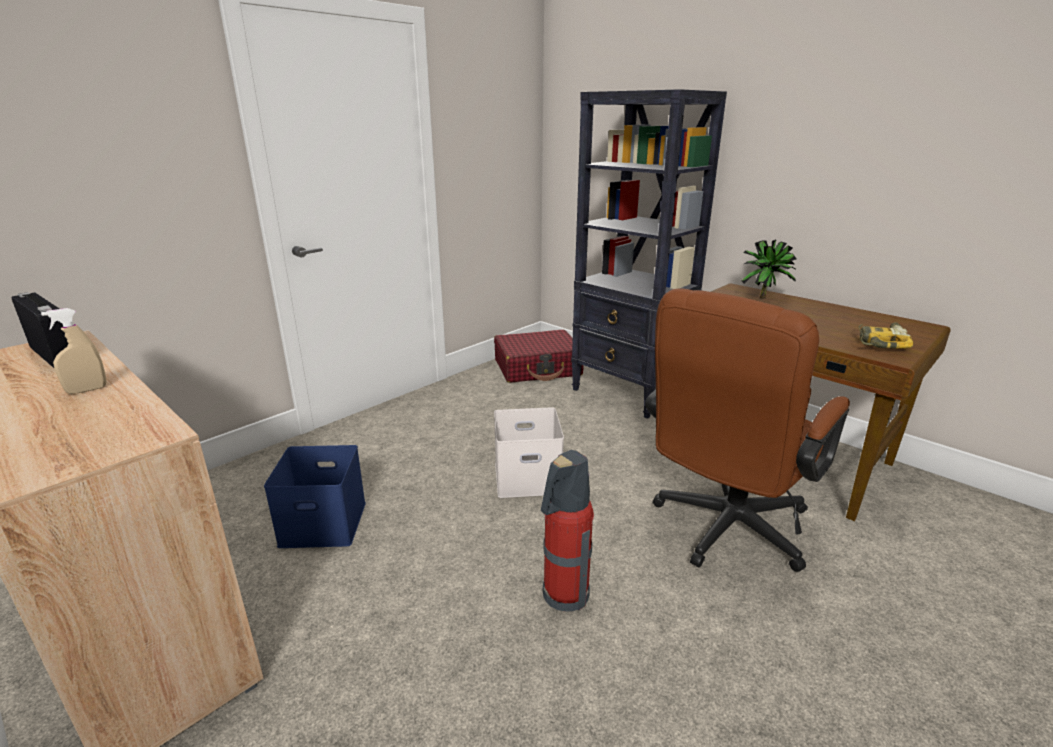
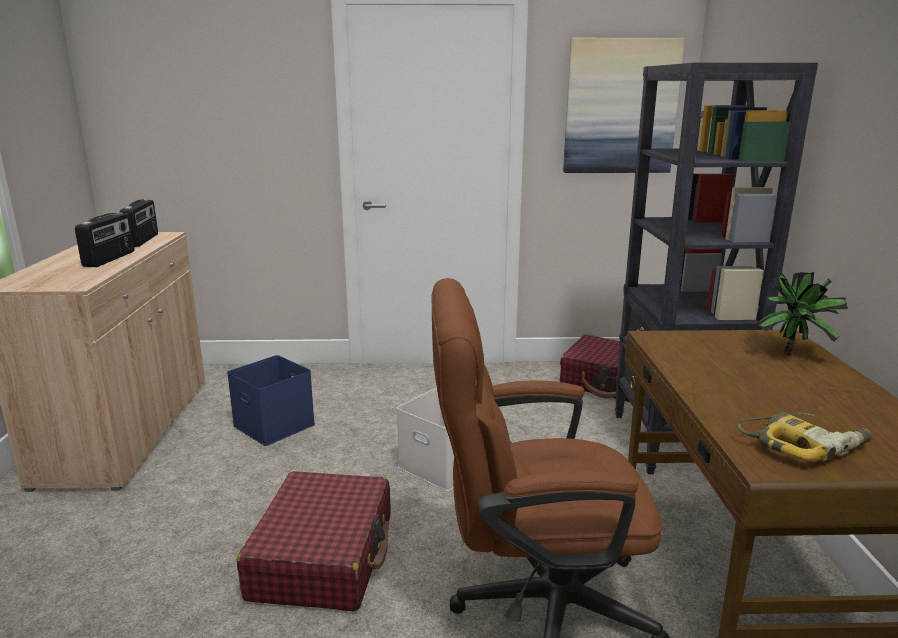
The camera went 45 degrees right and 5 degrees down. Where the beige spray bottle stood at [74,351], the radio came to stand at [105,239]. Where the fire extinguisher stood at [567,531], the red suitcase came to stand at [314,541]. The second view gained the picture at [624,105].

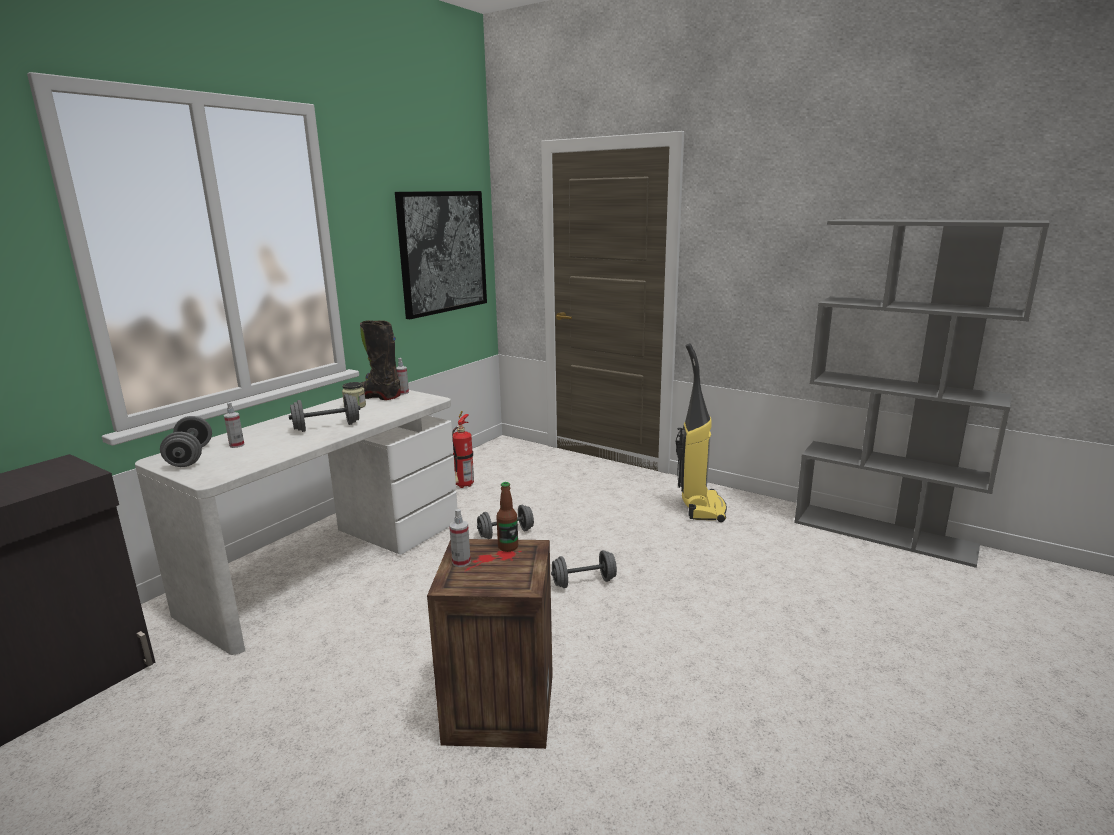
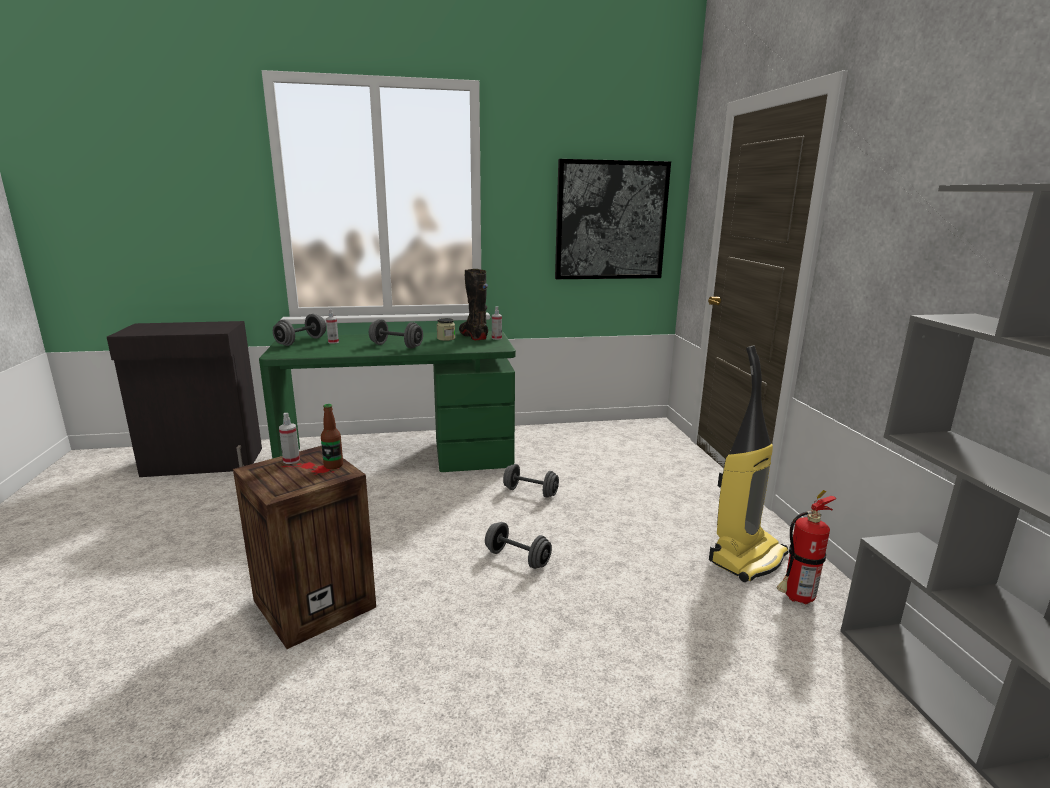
The camera went 45 degrees right and 0 degrees up. What was the white desk at [296,522] turned into the green desk at [387,401]. The fire extinguisher ended up elsewhere, having gone from [463,449] to [806,547].

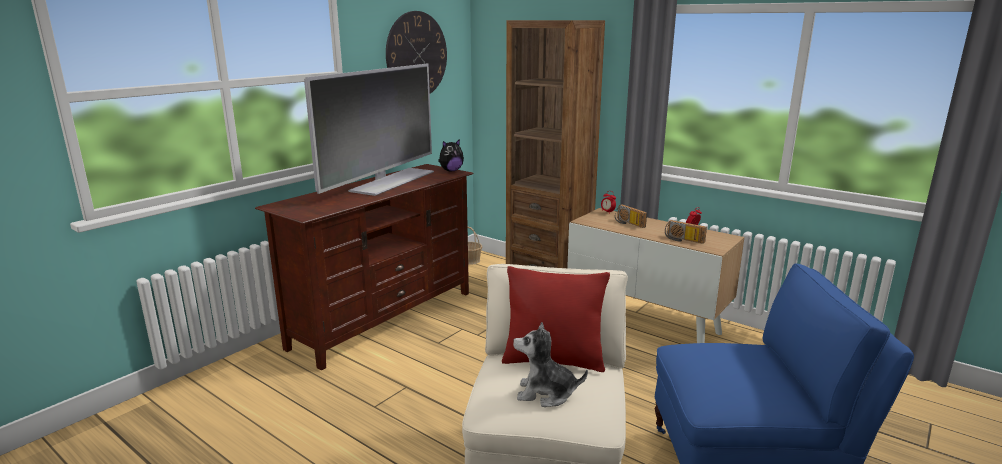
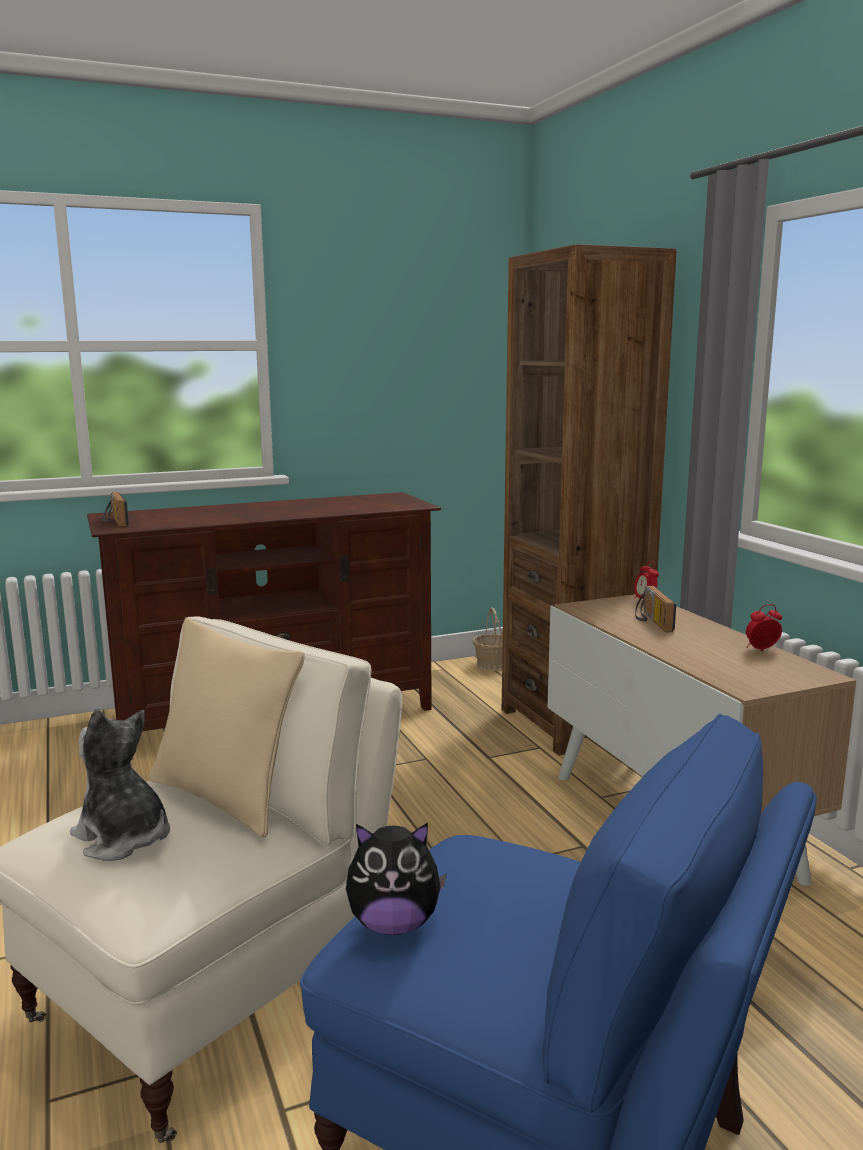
The camera went 30 degrees right and 5 degrees down. The second view lost the television at [369,129]. The second view lost the wall clock at [416,52]. The plush toy ended up elsewhere, having gone from [451,155] to [396,879]. What was the red pillow at [556,319] turned into the beige pillow at [227,727]. The radio ended up elsewhere, having gone from [686,232] to [115,509].

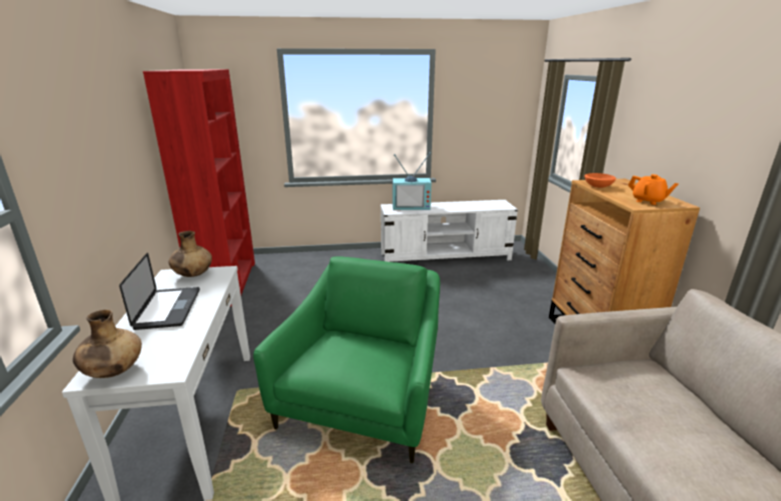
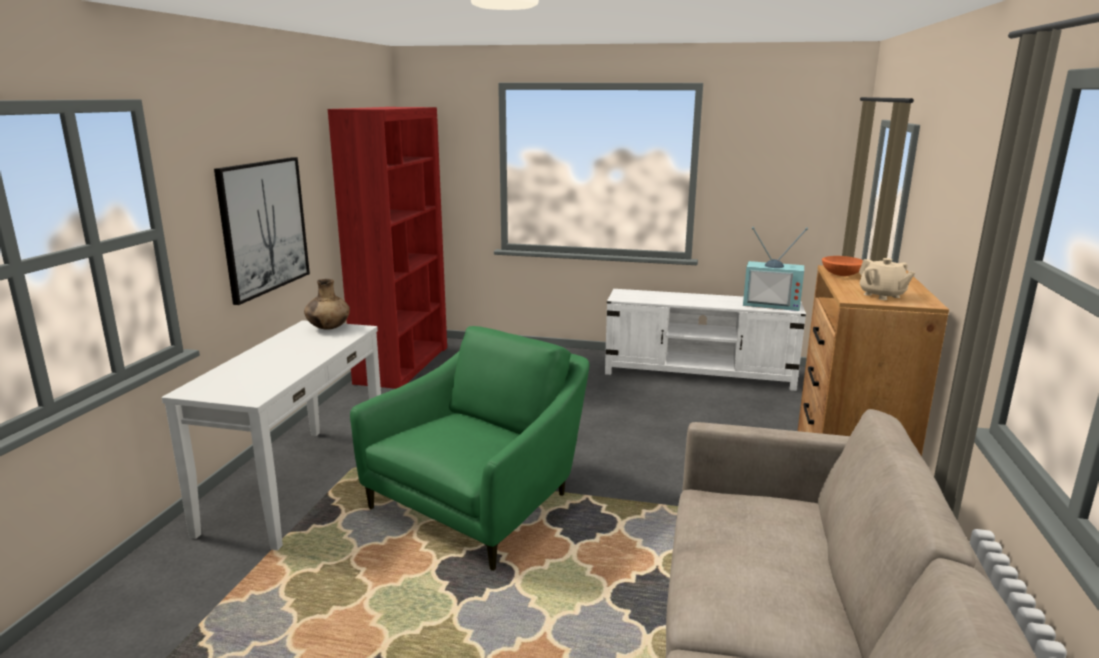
The camera went 20 degrees right and 5 degrees down. The second view lost the brown vase at [107,344]. The second view lost the laptop at [159,291]. The television ended up elsewhere, having gone from [412,181] to [775,269]. What was the orange teapot at [653,189] turned into the beige teapot at [887,279]. The second view gained the picture at [262,231].

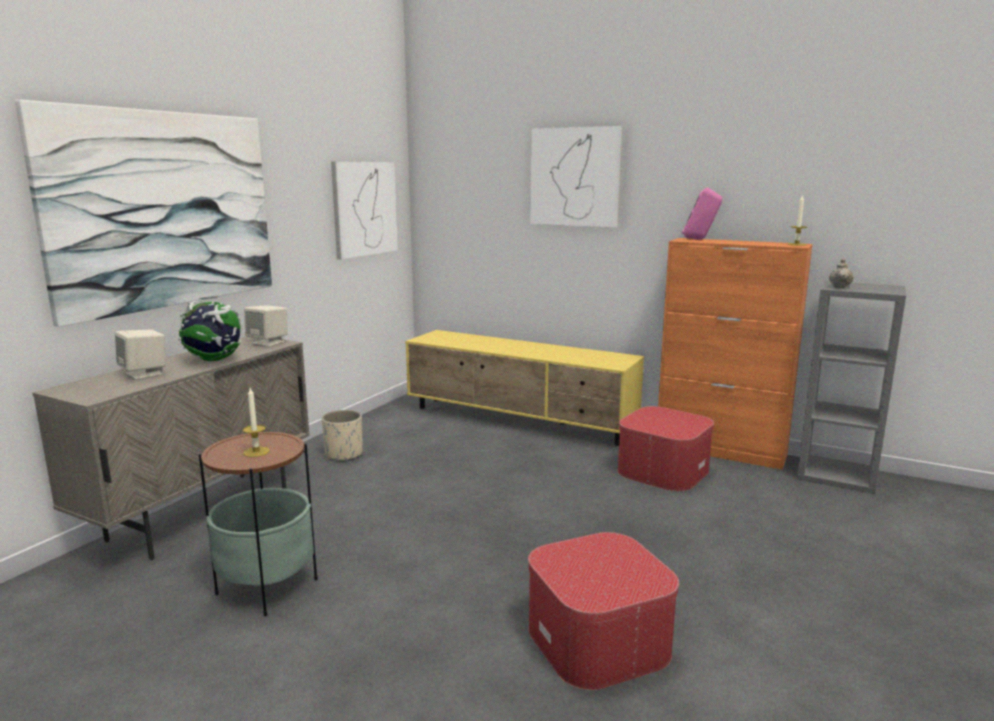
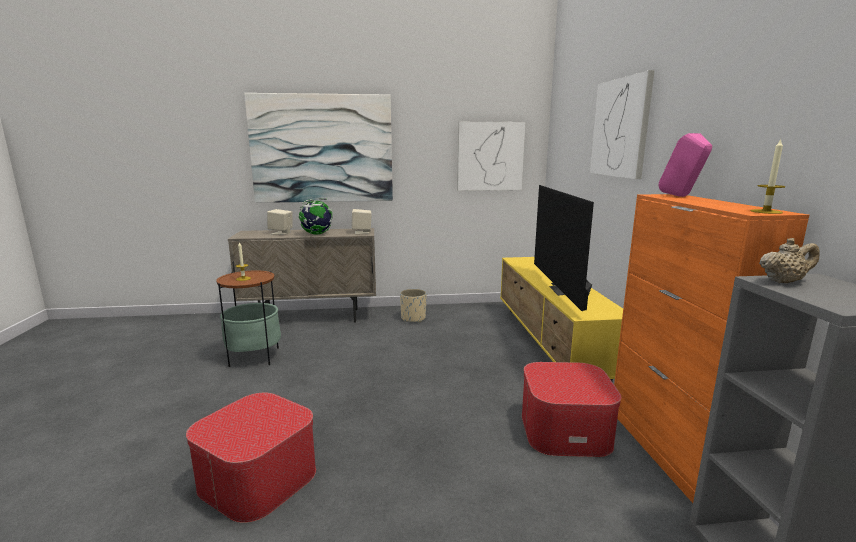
The camera went 55 degrees right and 0 degrees up. The second view gained the television at [564,248].

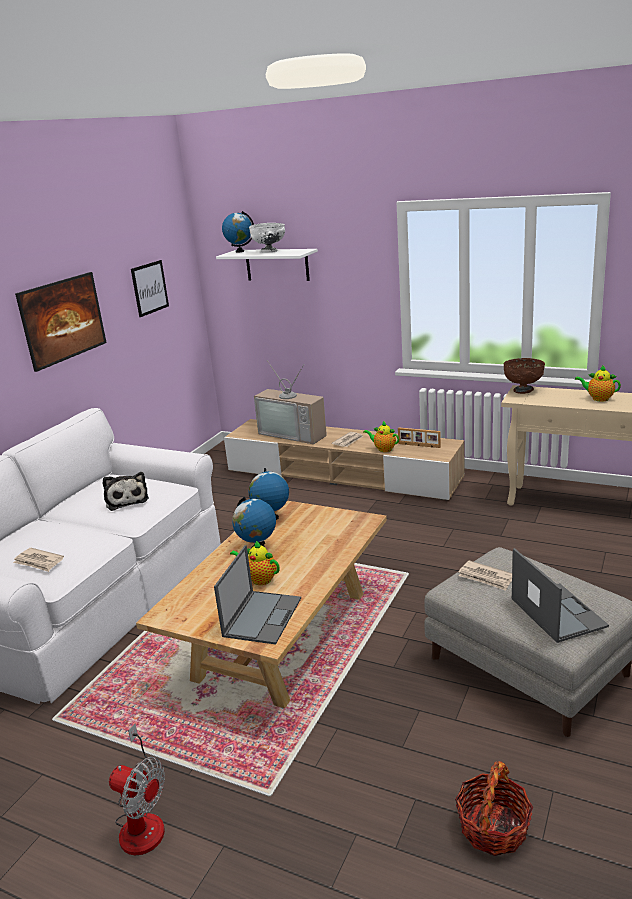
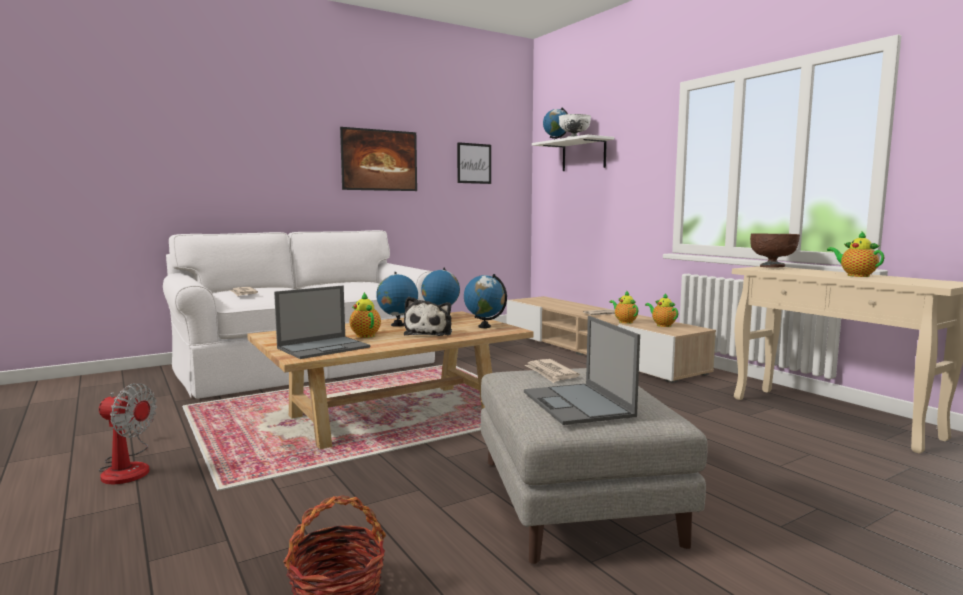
The camera went 30 degrees right and 15 degrees down. The plush toy ended up elsewhere, having gone from [126,491] to [428,316]. The fan at [137,789] ended up facing another way, 45 degrees counterclockwise from before. The second view lost the television at [290,402]. Where the picture frame stood at [419,437], the teapot came to stand at [661,310]. The laptop at [560,595] ended up facing another way, 150 degrees clockwise from before. The second view gained the globe at [485,301].

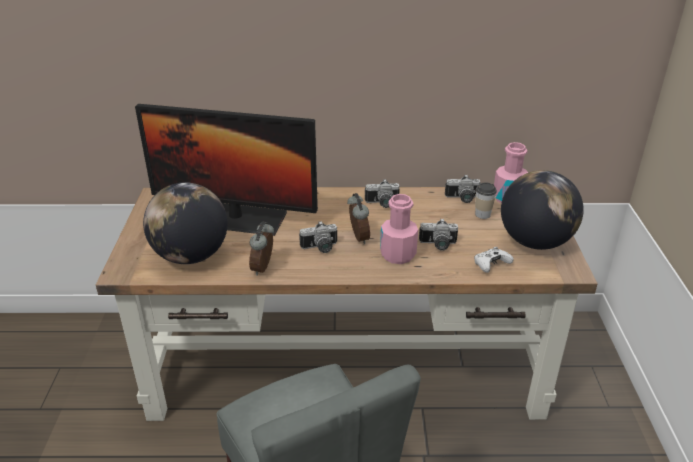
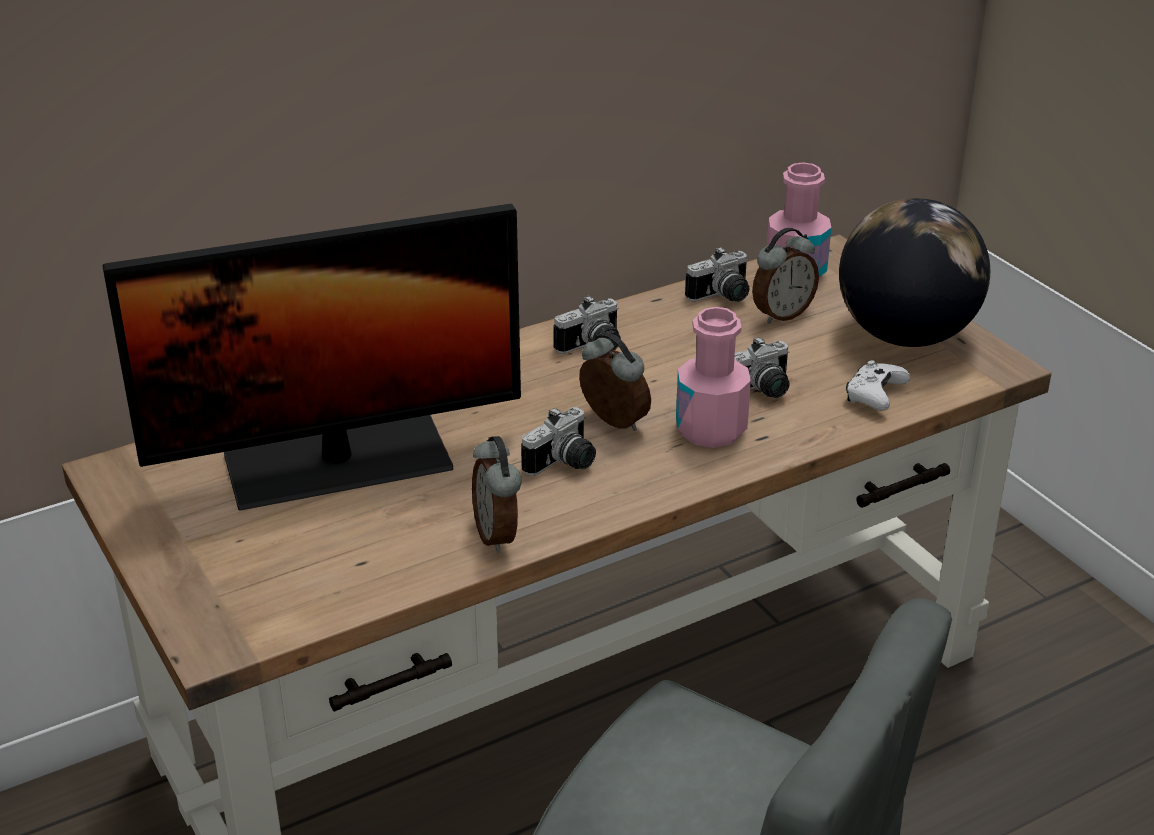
The camera went 30 degrees left and 0 degrees up. The second view lost the globe at [185,223]. Where the cup stood at [486,200], the alarm clock came to stand at [785,275].

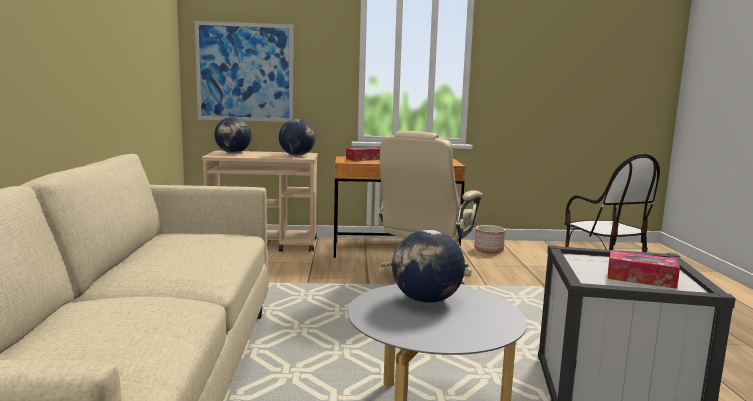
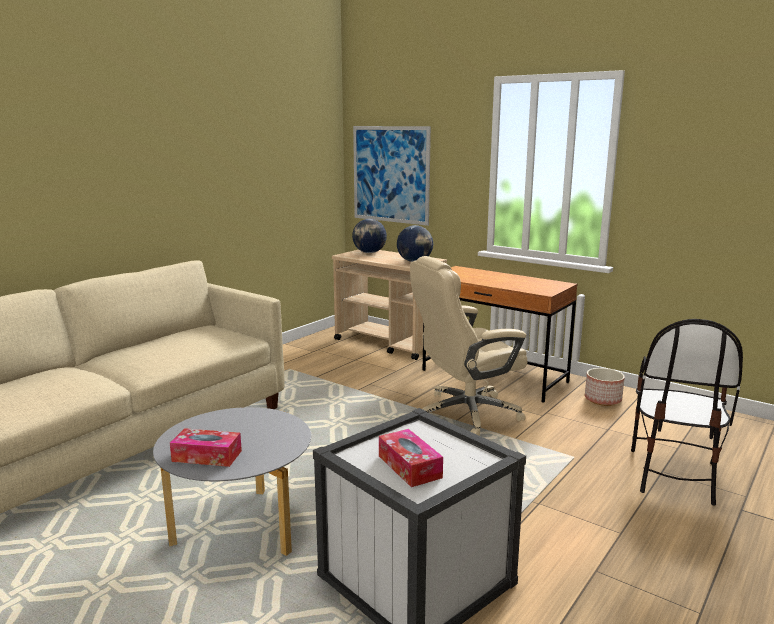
The camera went 40 degrees right and 5 degrees up. The tissue box ended up elsewhere, having gone from [363,154] to [206,447]. The second view lost the globe at [428,266].

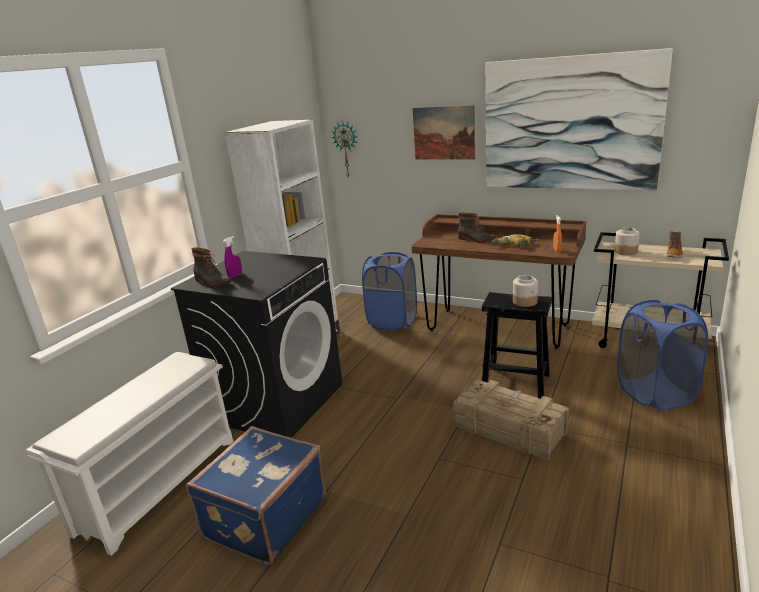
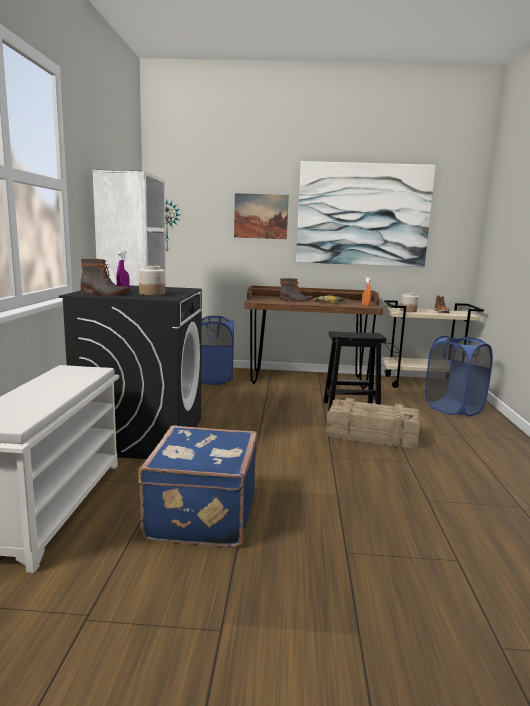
The camera went 25 degrees left and 10 degrees down. The jar ended up elsewhere, having gone from [525,291] to [152,280].

